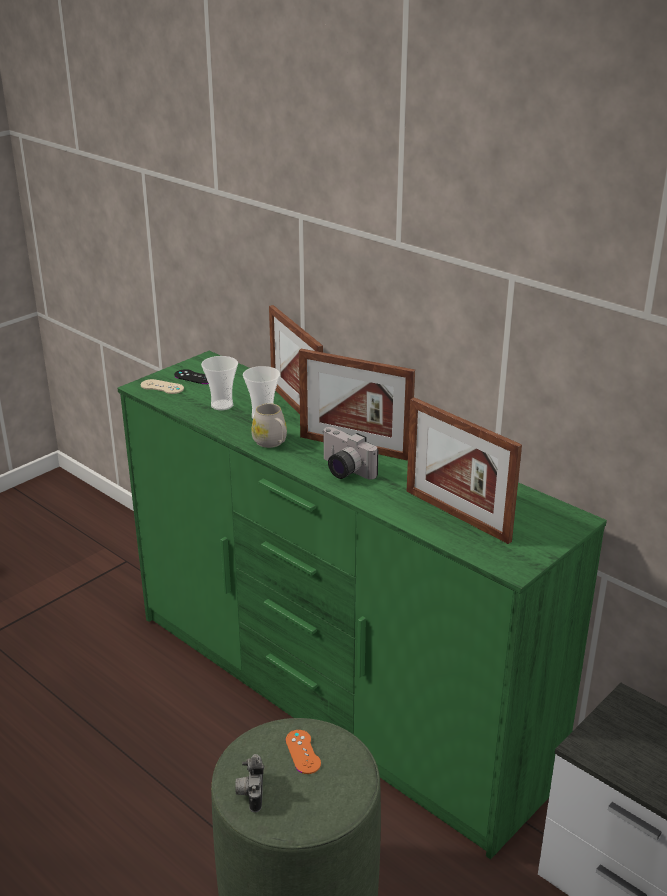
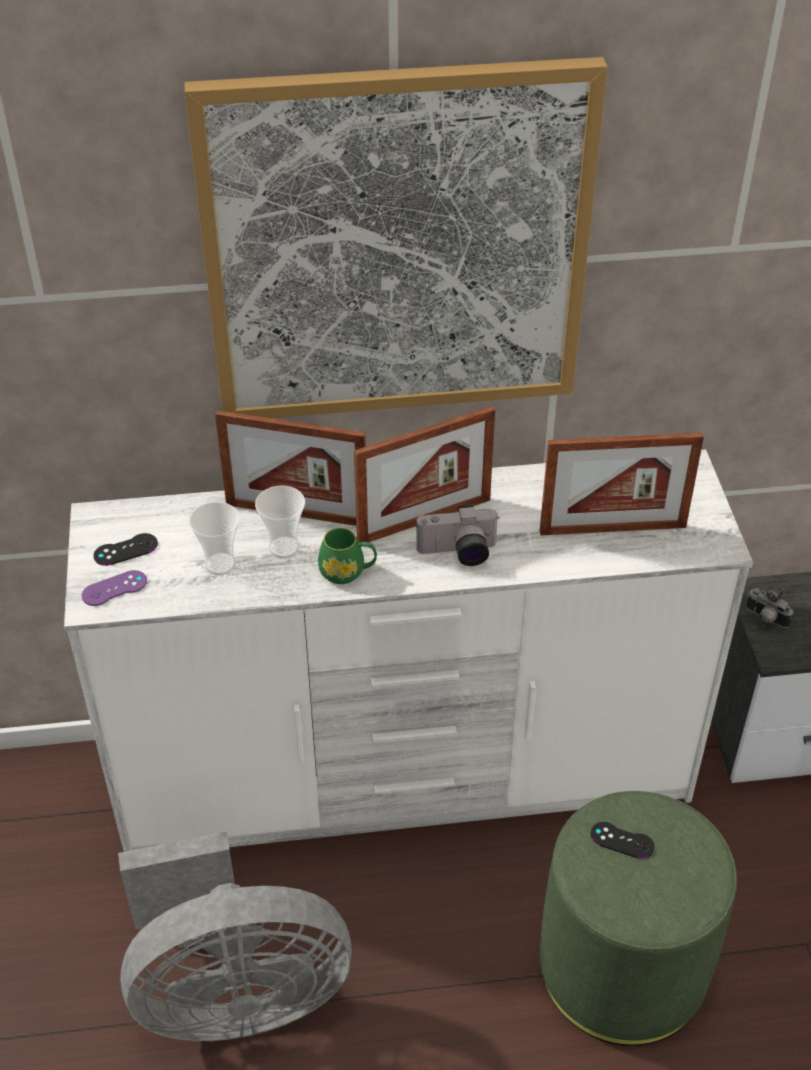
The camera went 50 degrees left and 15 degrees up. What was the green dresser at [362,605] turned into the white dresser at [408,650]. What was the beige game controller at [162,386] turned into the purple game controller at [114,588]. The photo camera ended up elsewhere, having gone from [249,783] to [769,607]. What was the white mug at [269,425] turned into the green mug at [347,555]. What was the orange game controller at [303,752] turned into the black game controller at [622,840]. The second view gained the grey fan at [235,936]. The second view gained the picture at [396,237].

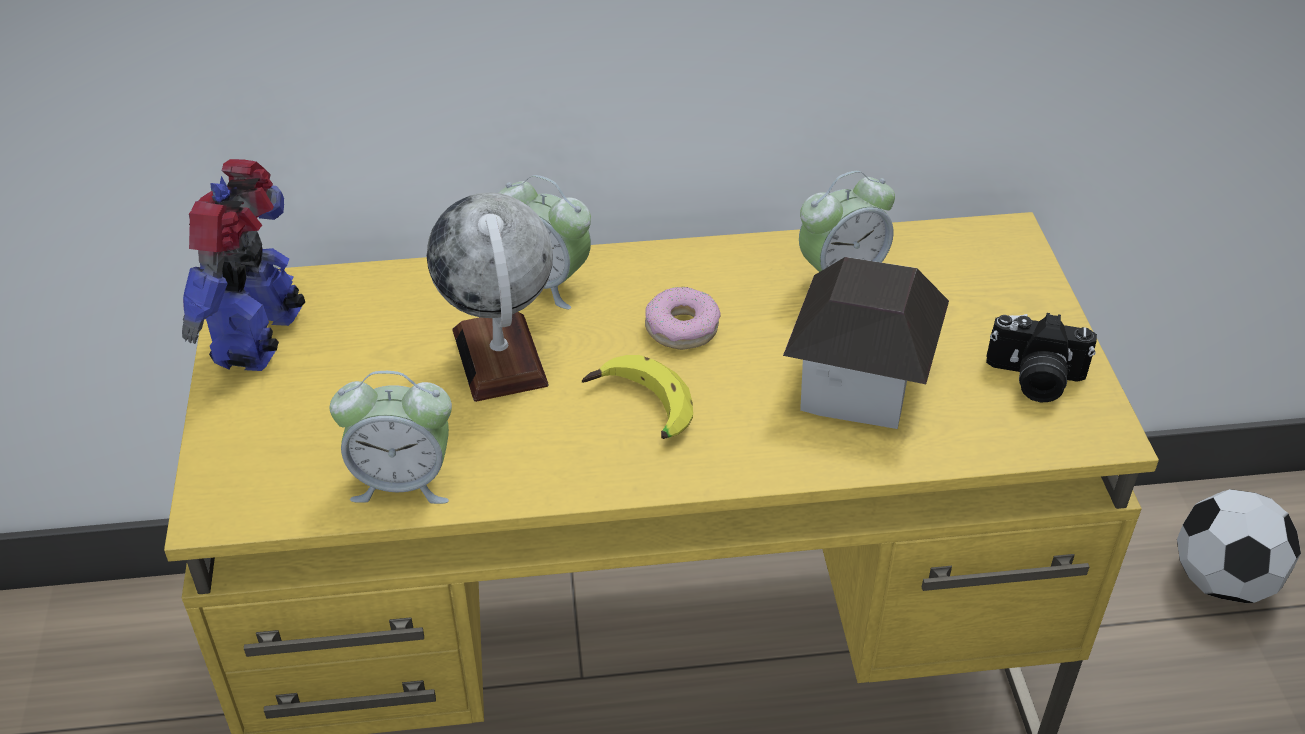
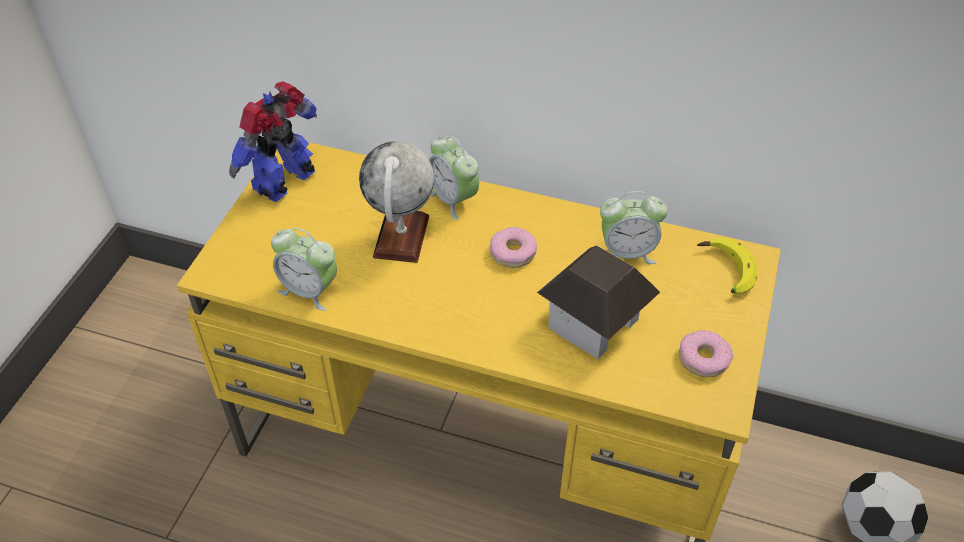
The camera went 25 degrees right and 5 degrees up. The banana ended up elsewhere, having gone from [637,397] to [727,265]. Where the photo camera stood at [1041,357], the donut came to stand at [706,353].

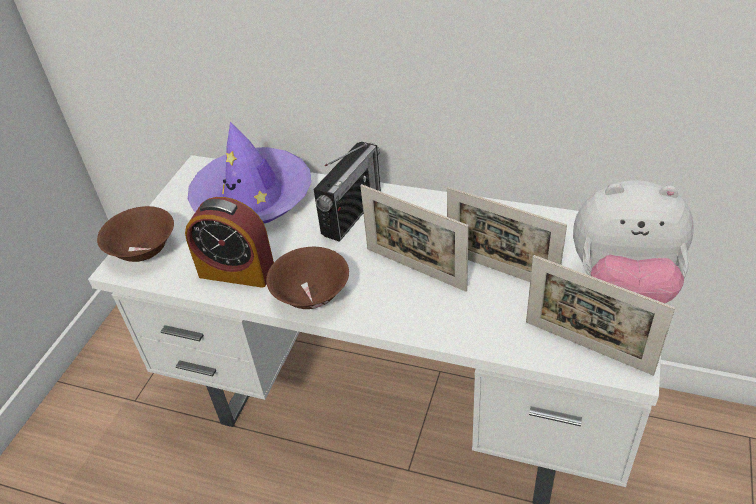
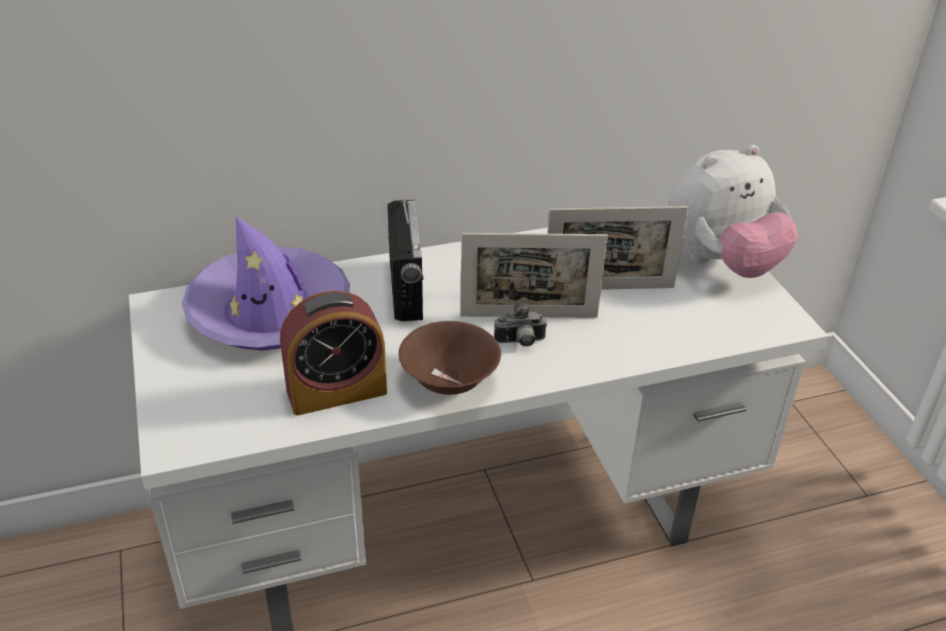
The camera went 40 degrees left and 5 degrees down. The second view lost the brown bowl at [135,234]. The second view lost the picture frame at [600,315]. The second view gained the photo camera at [520,323].

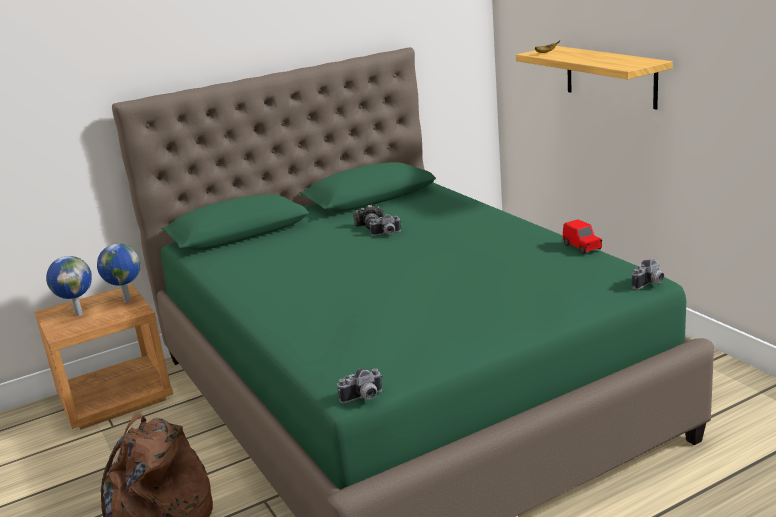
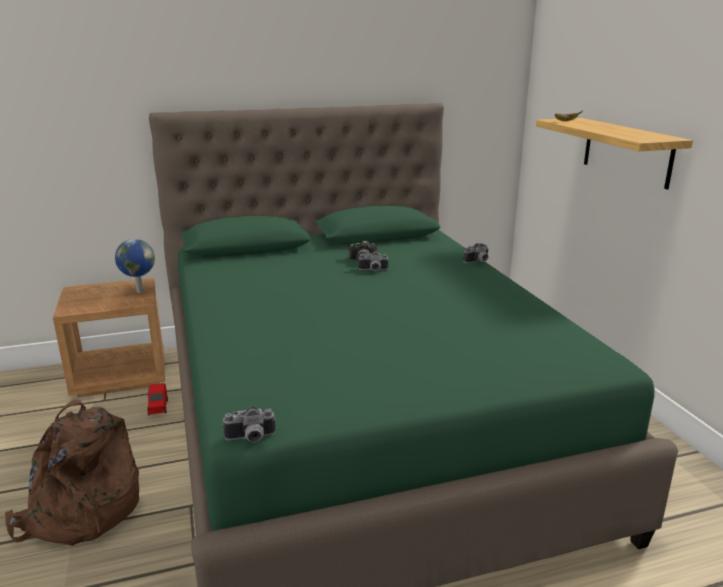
The camera went 10 degrees right and 0 degrees up. The second view lost the globe at [69,286]. The red toy car ended up elsewhere, having gone from [582,237] to [157,399]. The photo camera ended up elsewhere, having gone from [648,274] to [476,253].

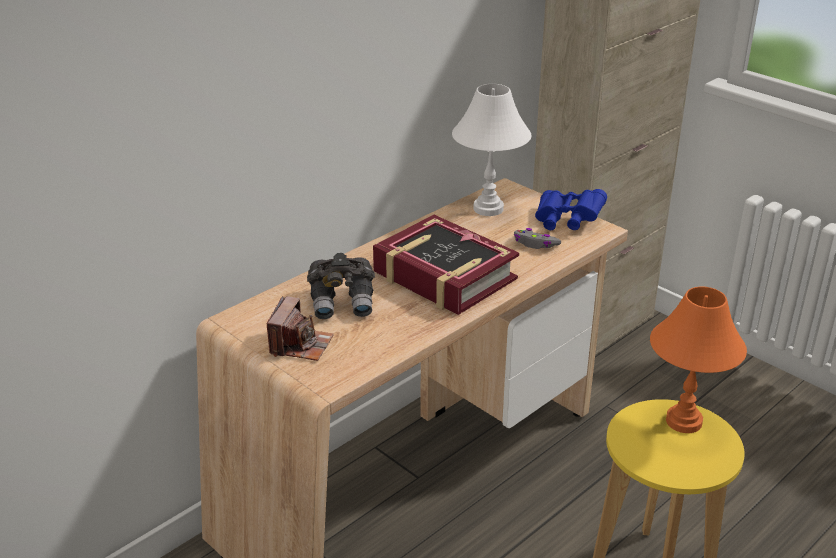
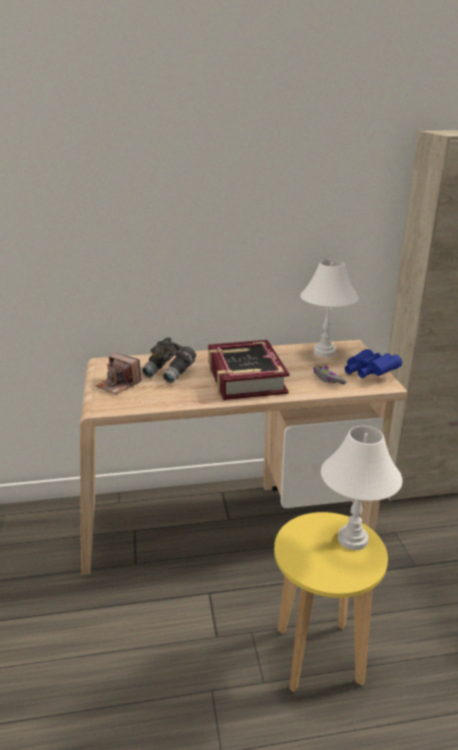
The camera went 35 degrees right and 5 degrees down. The photo camera at [300,328] ended up facing another way, 75 degrees clockwise from before. What was the orange table lamp at [698,360] turned into the white table lamp at [362,488].

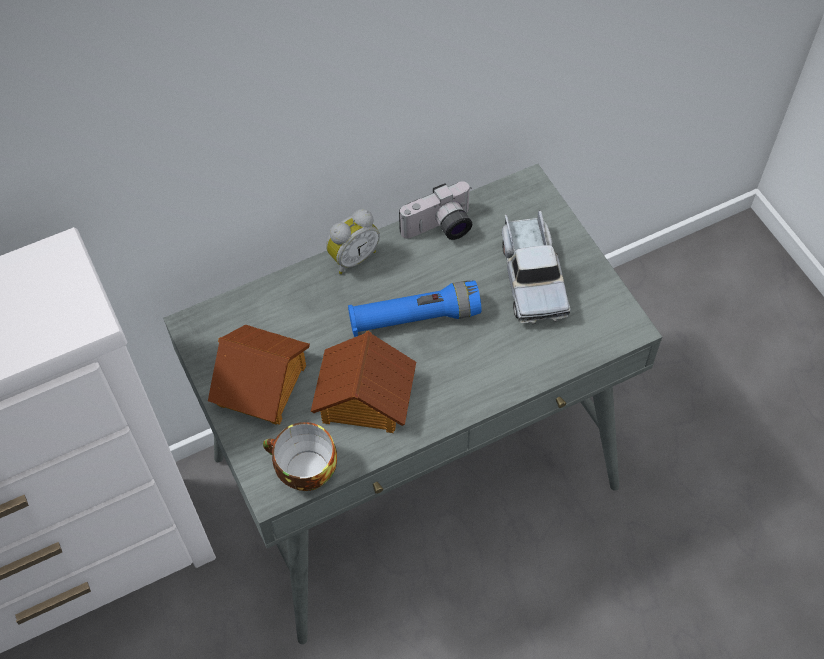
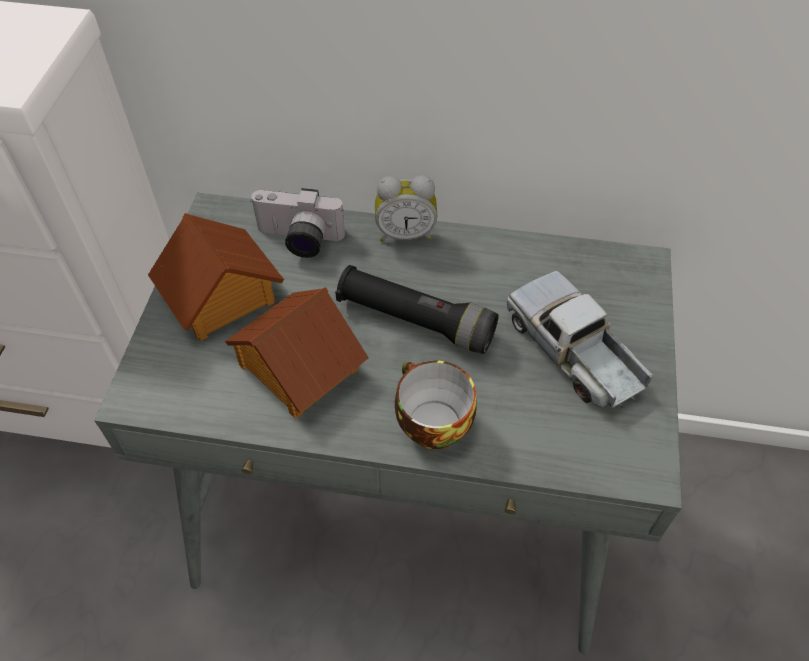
The camera went 35 degrees right and 5 degrees down. The cup ended up elsewhere, having gone from [300,456] to [436,405]. What was the blue flashlight at [414,308] turned into the black flashlight at [417,309]. The photo camera ended up elsewhere, having gone from [435,210] to [297,223]. The toy truck at [536,267] ended up facing another way, 120 degrees clockwise from before.

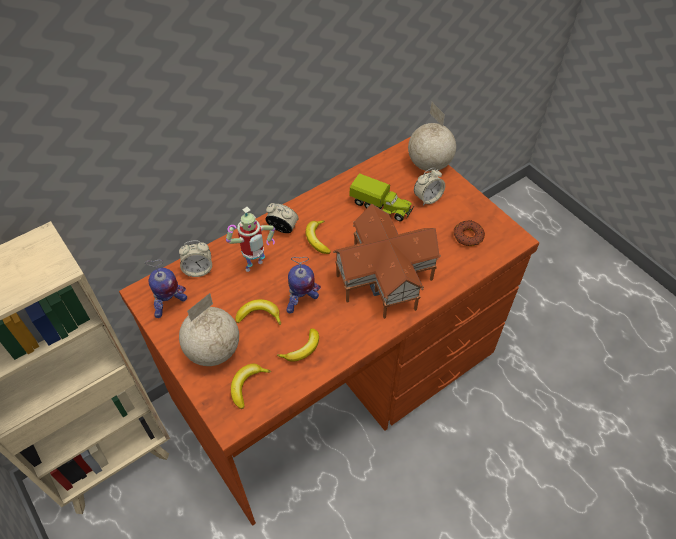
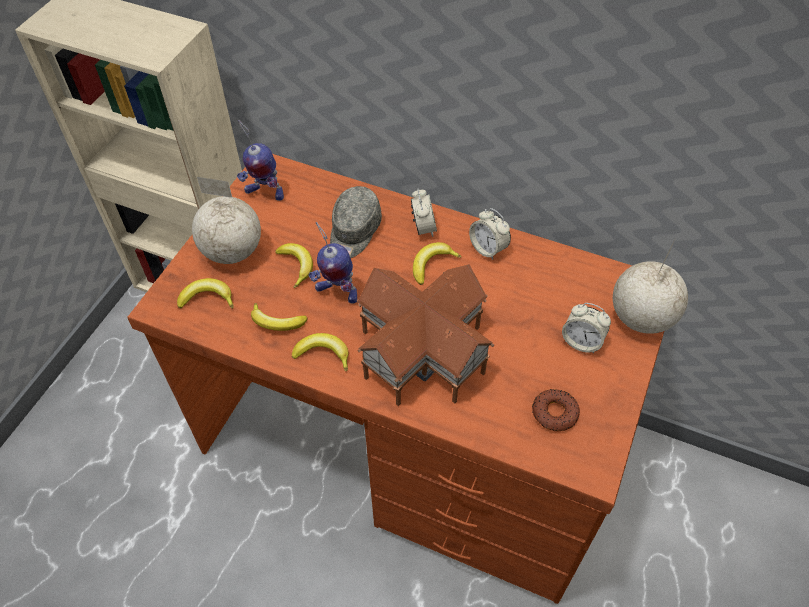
The camera went 60 degrees right and 0 degrees up. The alarm clock ended up elsewhere, having gone from [195,259] to [490,234]. Where the toy robot stood at [250,239], the grey cap came to stand at [356,222]. The second view lost the toy truck at [382,197]. The second view gained the banana at [320,352].

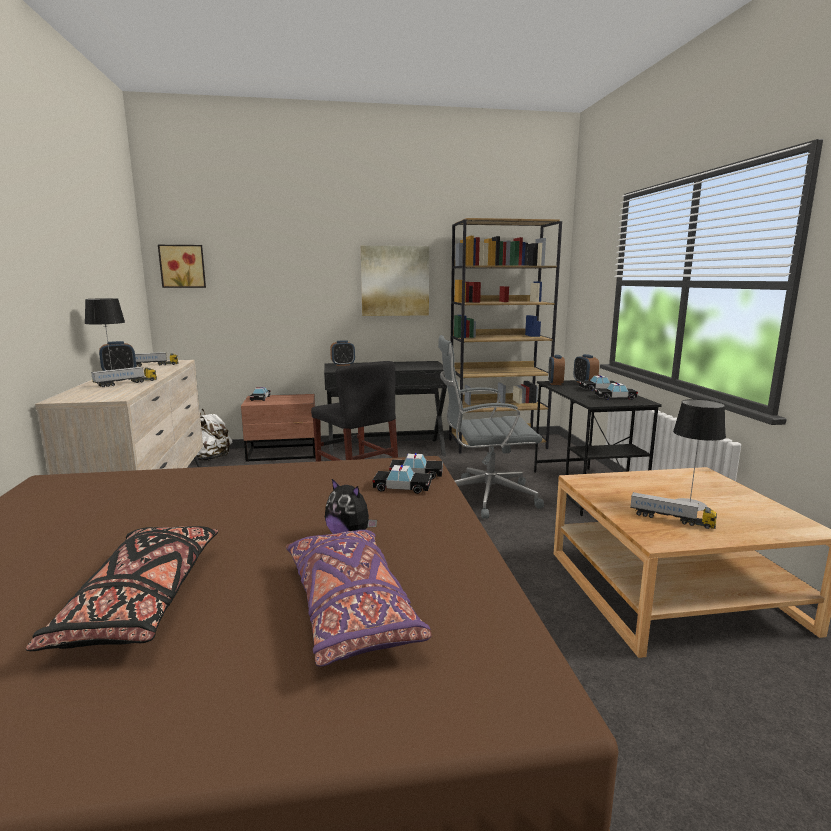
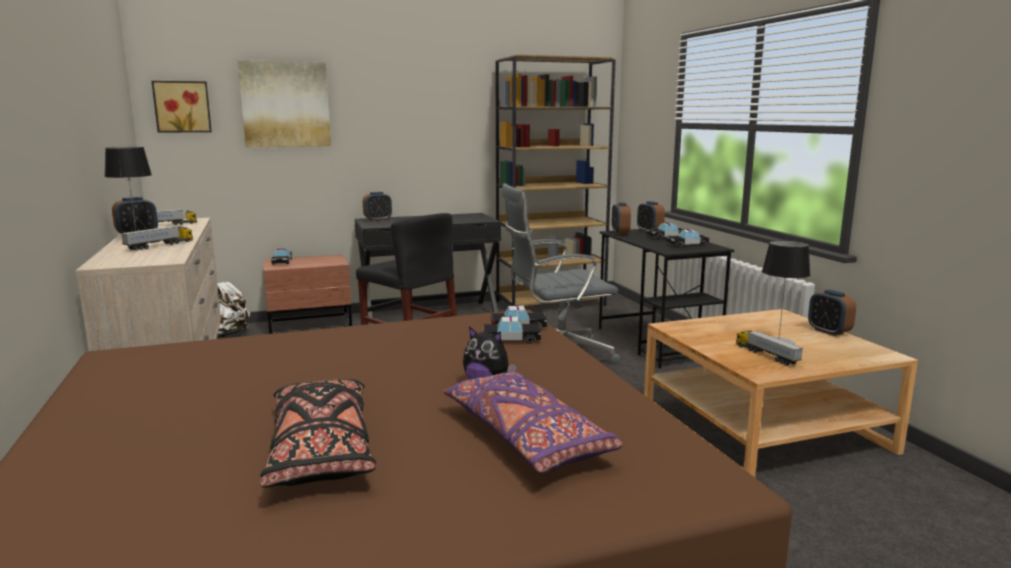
The camera went 10 degrees left and 0 degrees up. The picture ended up elsewhere, having gone from [395,281] to [284,103]. The toy truck at [673,510] ended up facing another way, 135 degrees counterclockwise from before. The second view gained the alarm clock at [832,313].

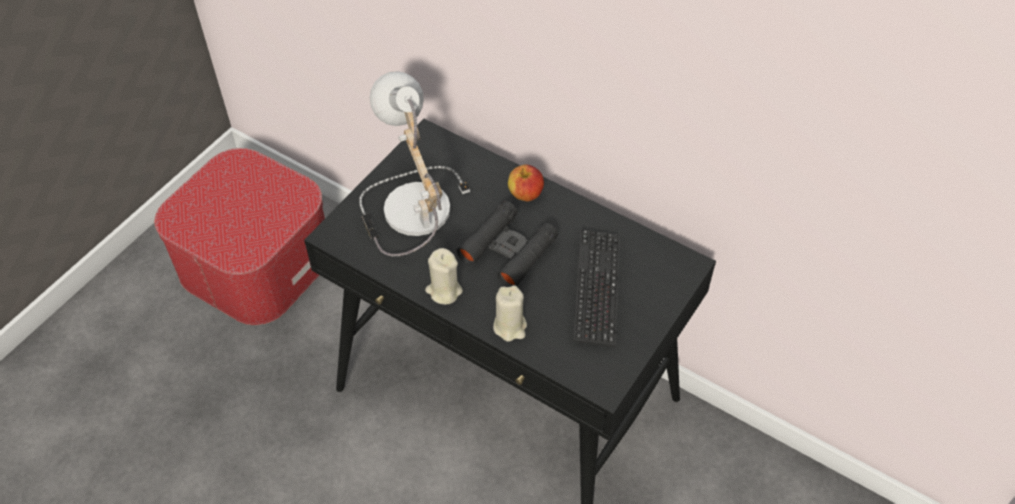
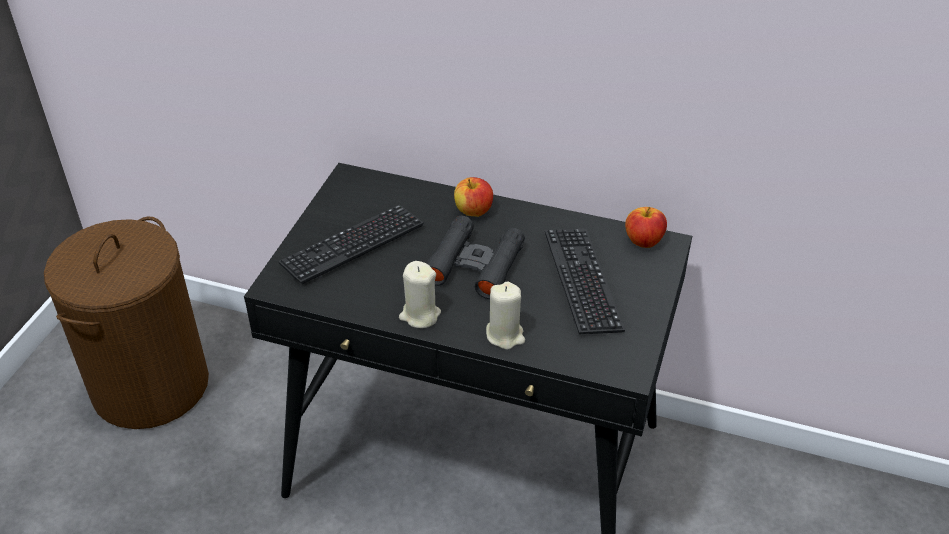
The camera went 15 degrees left and 10 degrees down. Where the ottoman stood at [239,236], the brown laundry basket came to stand at [126,323]. Where the table lamp stood at [414,163], the keyboard came to stand at [351,244]. The second view gained the apple at [646,227].

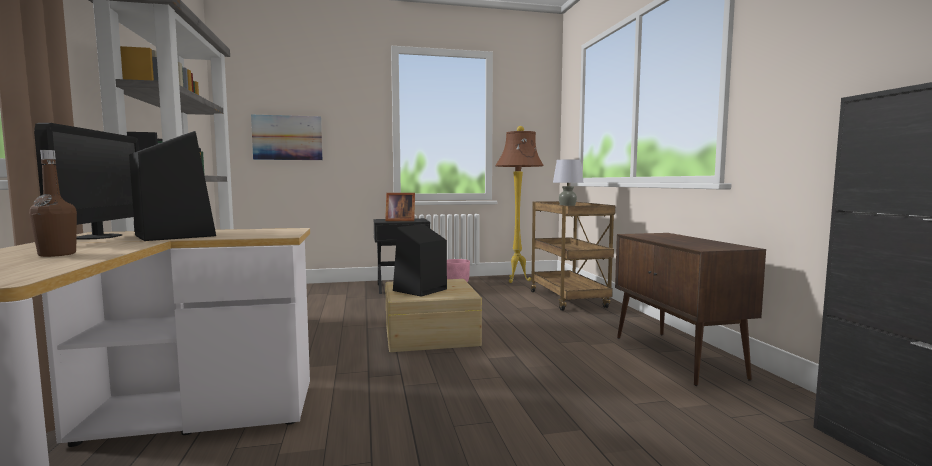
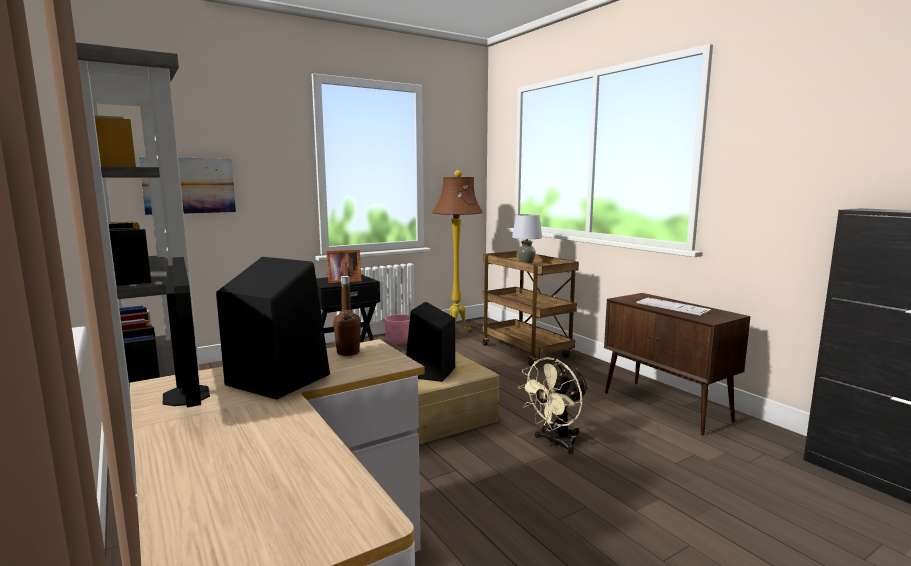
The camera went 20 degrees left and 5 degrees up. The brown bottle ended up elsewhere, having gone from [53,203] to [347,316]. The second view gained the beige fan at [553,405]. The second view gained the keyboard at [673,307].

